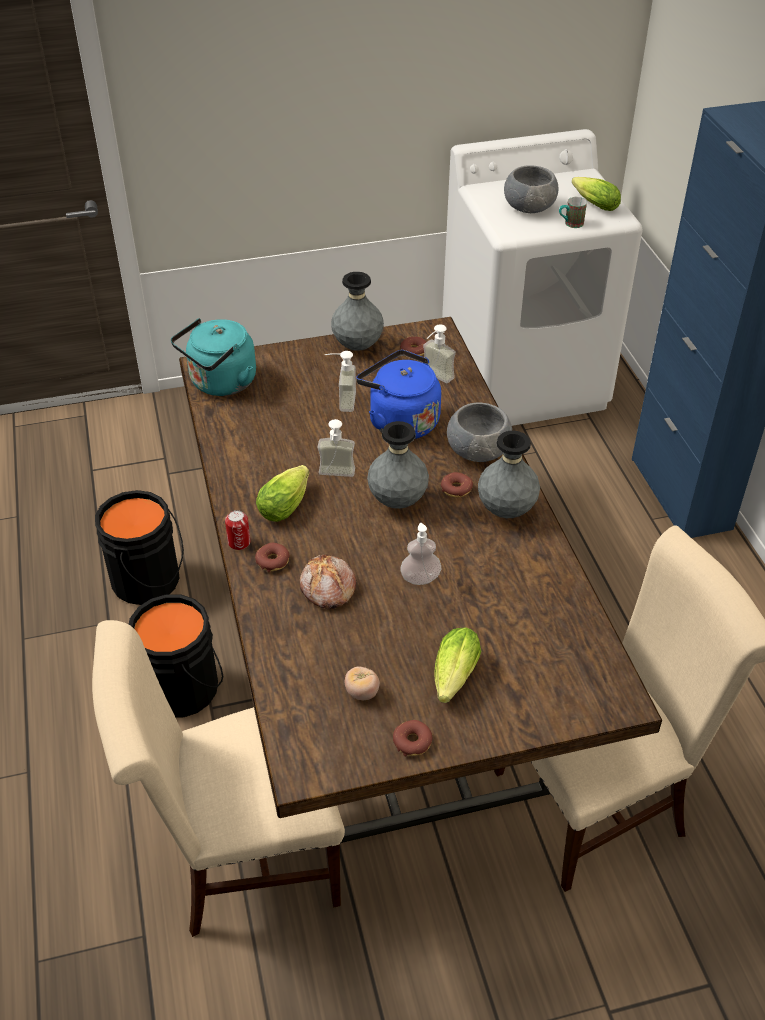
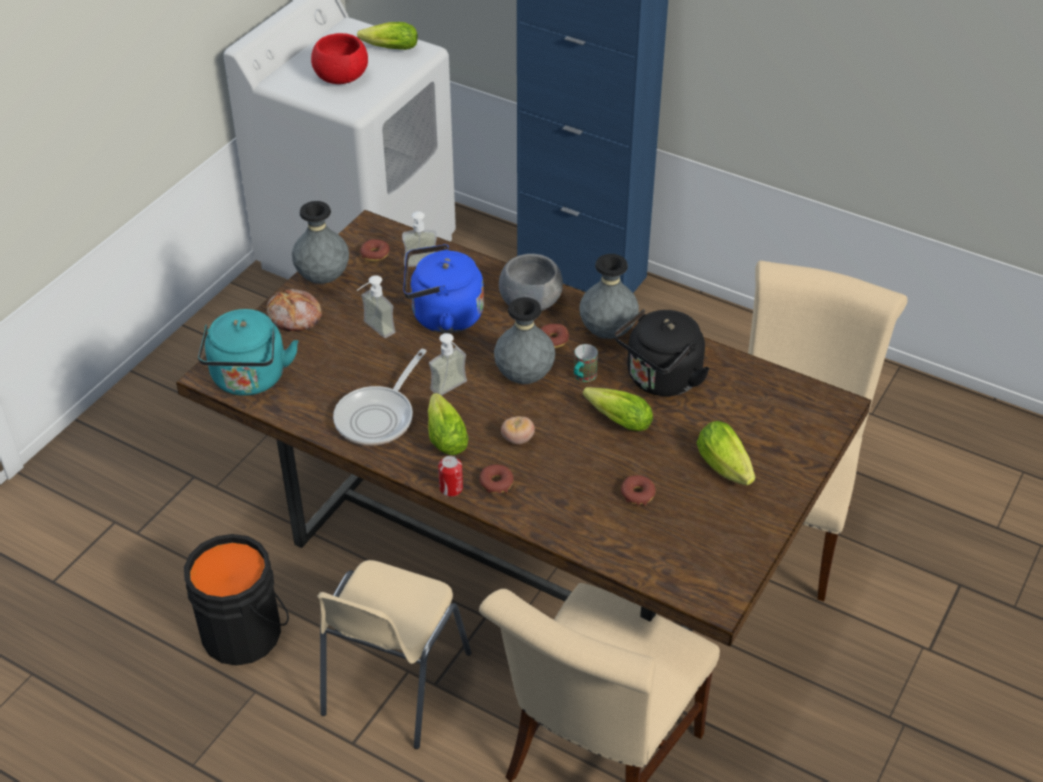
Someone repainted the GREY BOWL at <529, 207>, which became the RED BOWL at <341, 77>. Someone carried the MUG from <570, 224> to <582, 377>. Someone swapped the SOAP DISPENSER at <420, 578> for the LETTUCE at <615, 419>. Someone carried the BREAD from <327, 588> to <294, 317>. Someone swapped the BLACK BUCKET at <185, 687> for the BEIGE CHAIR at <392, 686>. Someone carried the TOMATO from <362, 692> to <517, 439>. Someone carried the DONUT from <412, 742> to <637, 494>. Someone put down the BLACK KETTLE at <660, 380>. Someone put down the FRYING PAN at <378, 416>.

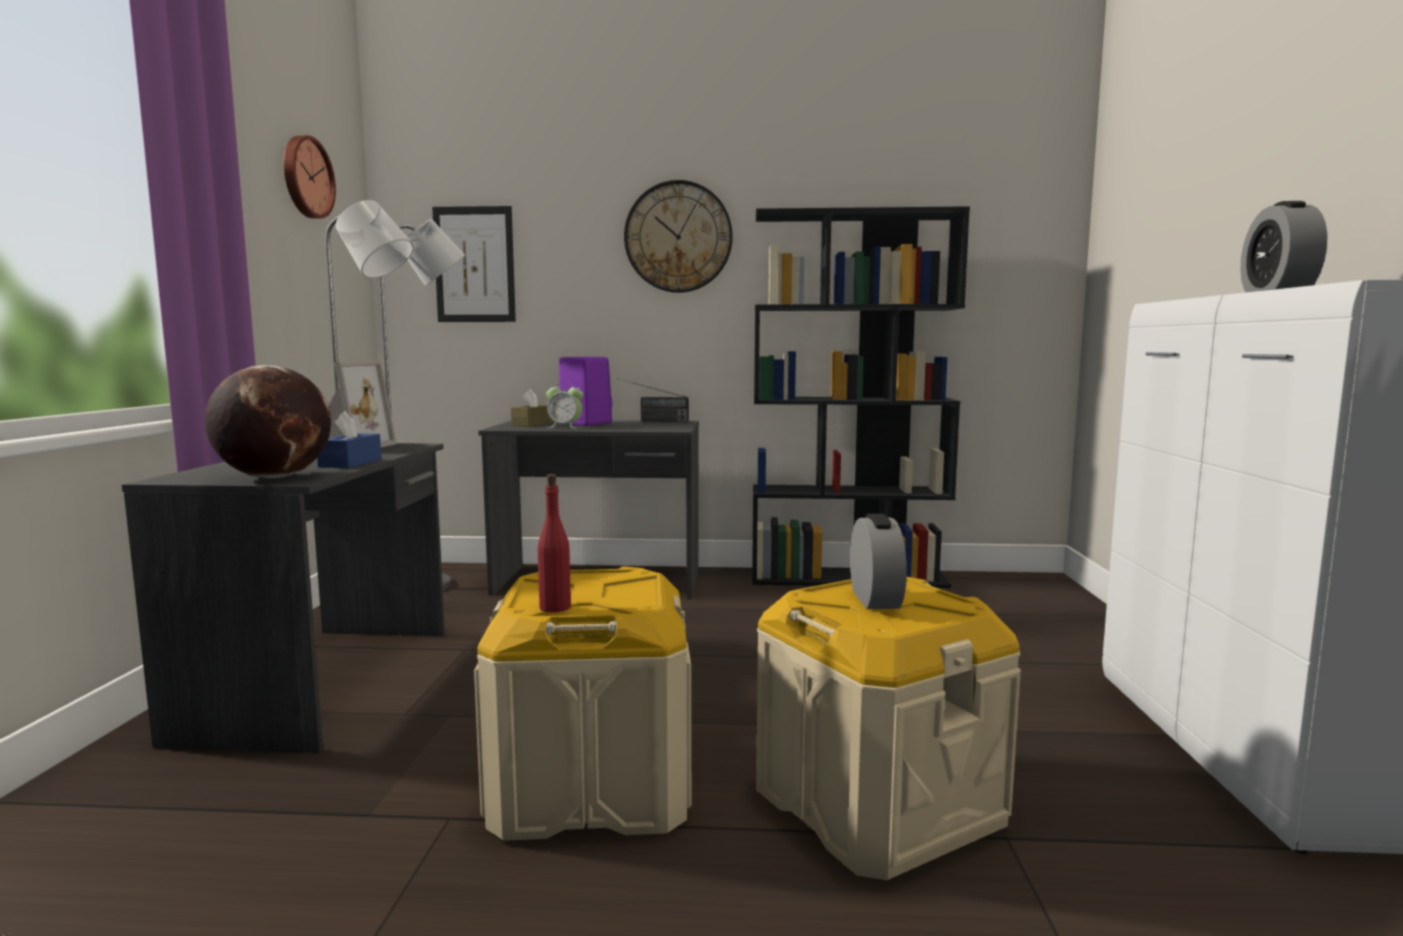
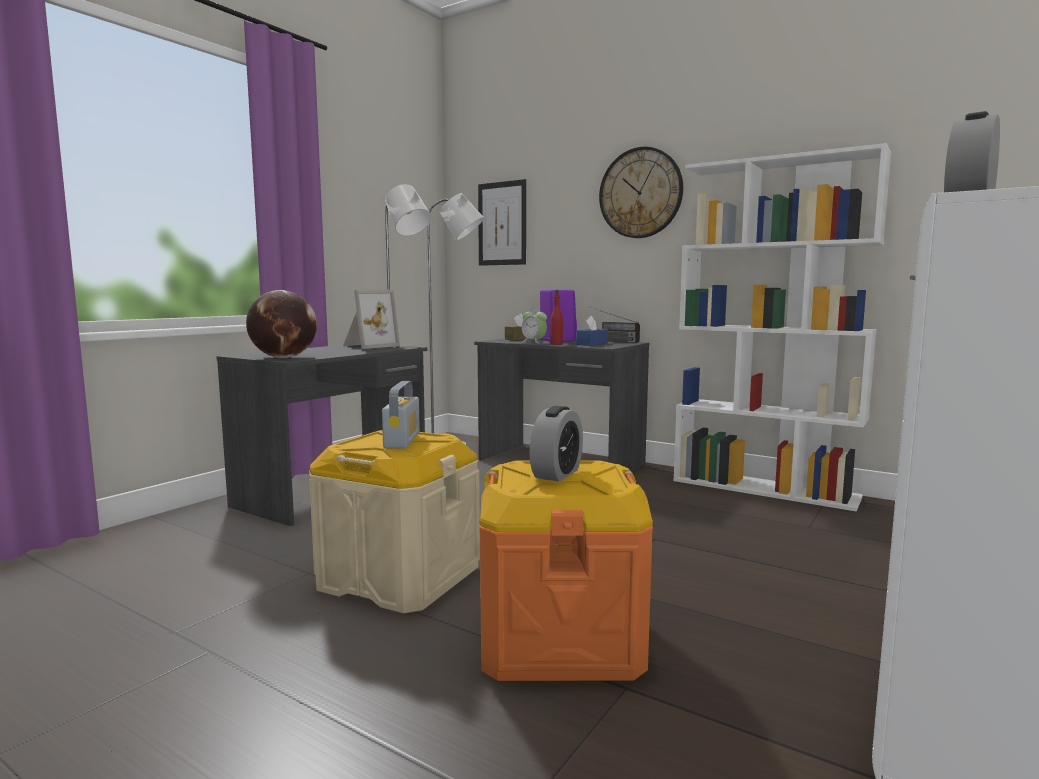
Someone took away the WALL CLOCK at <306, 177>. Someone repainted the BLACK BOOKCASE at <848, 578>, which became the WHITE BOOKCASE at <765, 488>. Someone carried the BLUE TISSUE BOX from <350, 463> to <592, 344>. Someone carried the RED BOTTLE from <555, 607> to <556, 344>. Someone repainted the BEIGE STORAGE BOX at <878, 804>, which became the ORANGE STORAGE BOX at <560, 639>. Someone put down the RADIO at <402, 440>.

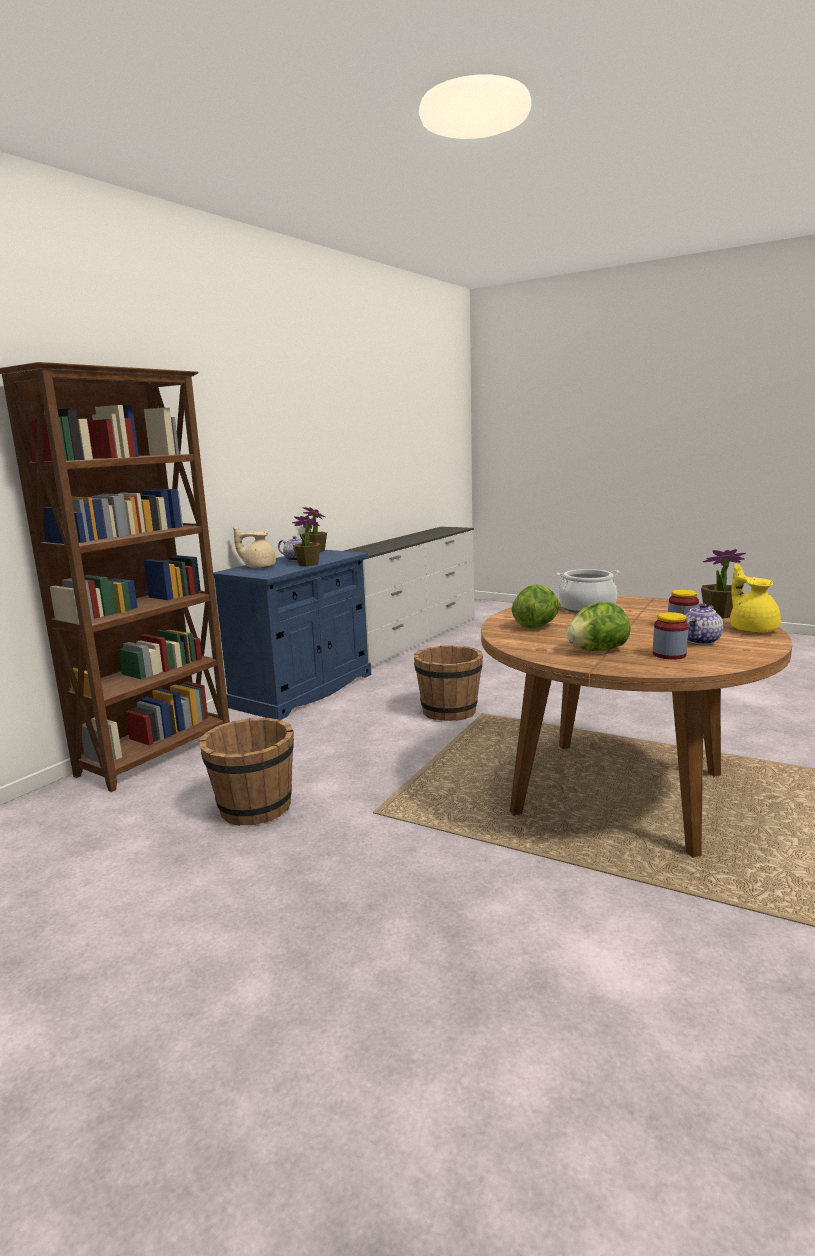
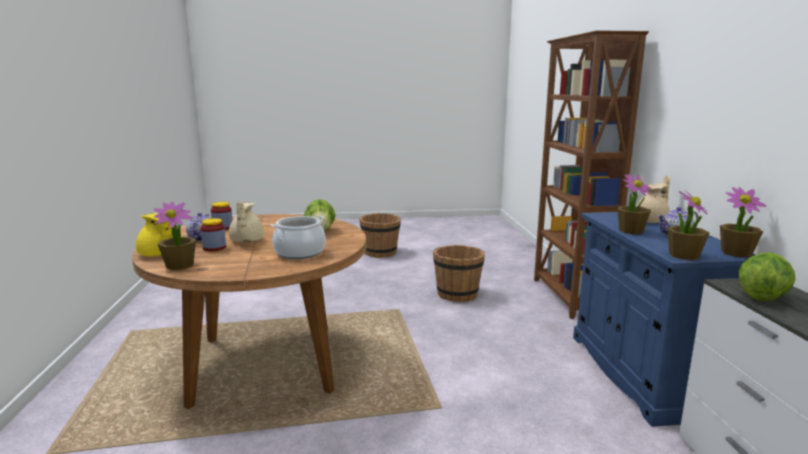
Someone carried the LETTUCE from <596, 650> to <761, 297>. Someone carried the BROWN BUCKET from <449, 711> to <380, 253>. Someone put down the POTTED PLANT at <684, 255>. Someone put down the BEIGE TEAPOT at <246, 241>.

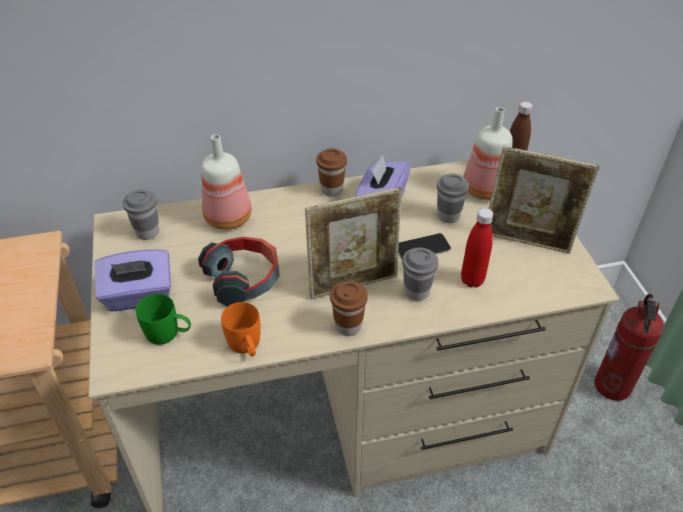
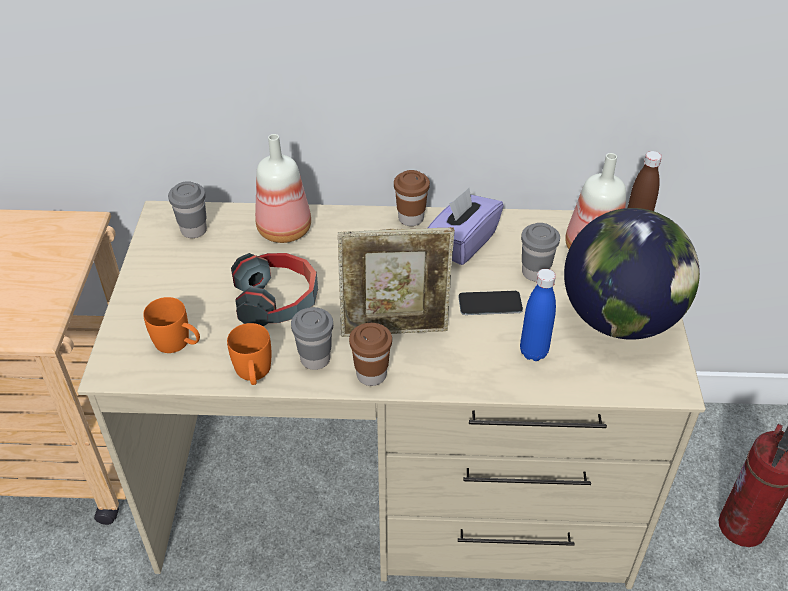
Someone swapped the PICTURE FRAME at <527, 240> for the GLOBE at <619, 319>. Someone repainted the RED BOTTLE at <472, 280>, which became the BLUE BOTTLE at <533, 352>. Someone carried the GREY CUP from <416, 292> to <315, 359>. Someone took away the PURPLE TISSUE BOX at <139, 296>. Someone repainted the GREEN MUG at <169, 334>, which became the ORANGE MUG at <178, 343>.

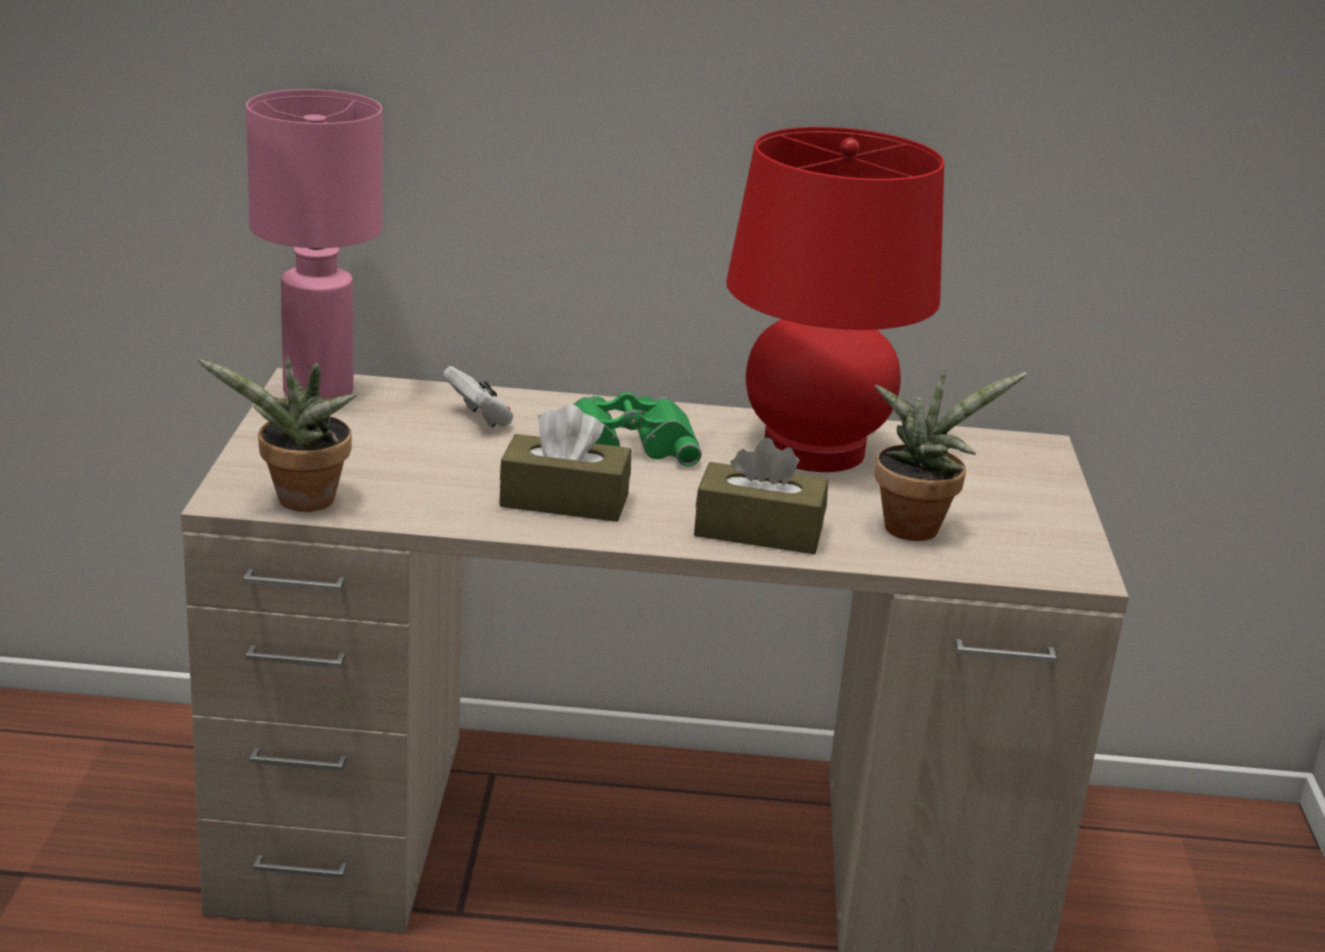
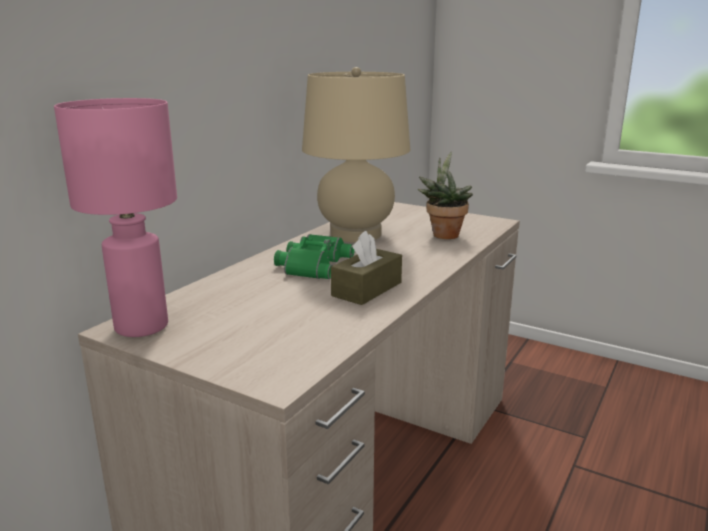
Someone repainted the RED TABLE LAMP at <814, 450>, which became the BEIGE TABLE LAMP at <356, 234>. Someone took away the POTTED PLANT at <299, 503>. Someone took away the WHITE GAME CONTROLLER at <479, 419>. Someone took away the BROWN TISSUE BOX at <758, 531>.

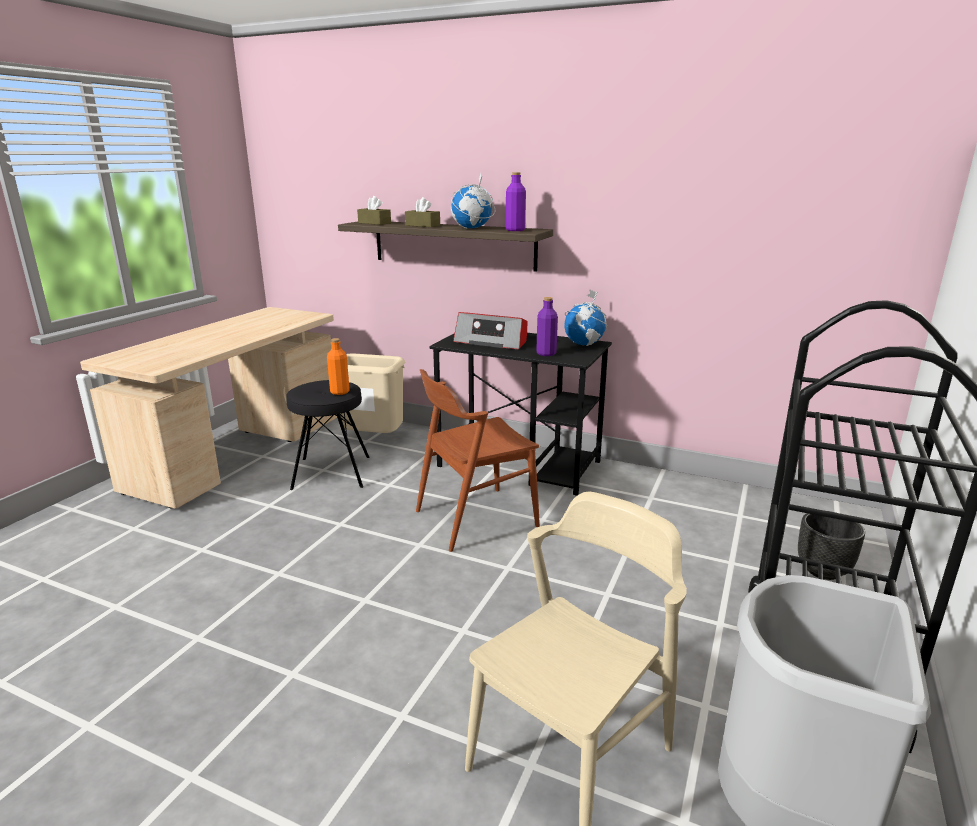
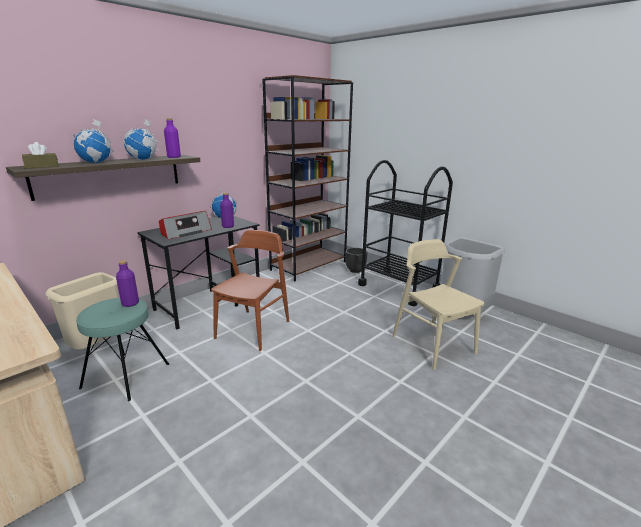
Someone swapped the BROWN TISSUE BOX at <422, 225> for the GLOBE at <96, 162>. Someone repainted the ORANGE BOTTLE at <340, 392>, which became the PURPLE BOTTLE at <130, 303>. Someone rotated the BROWN CHAIR at <475, 518> by 150 degrees counterclockwise. Someone repainted the BLACK STOOL at <331, 472>, which became the TURQUOISE STOOL at <126, 376>. Someone put down the BROWN BOOKCASE at <309, 265>.

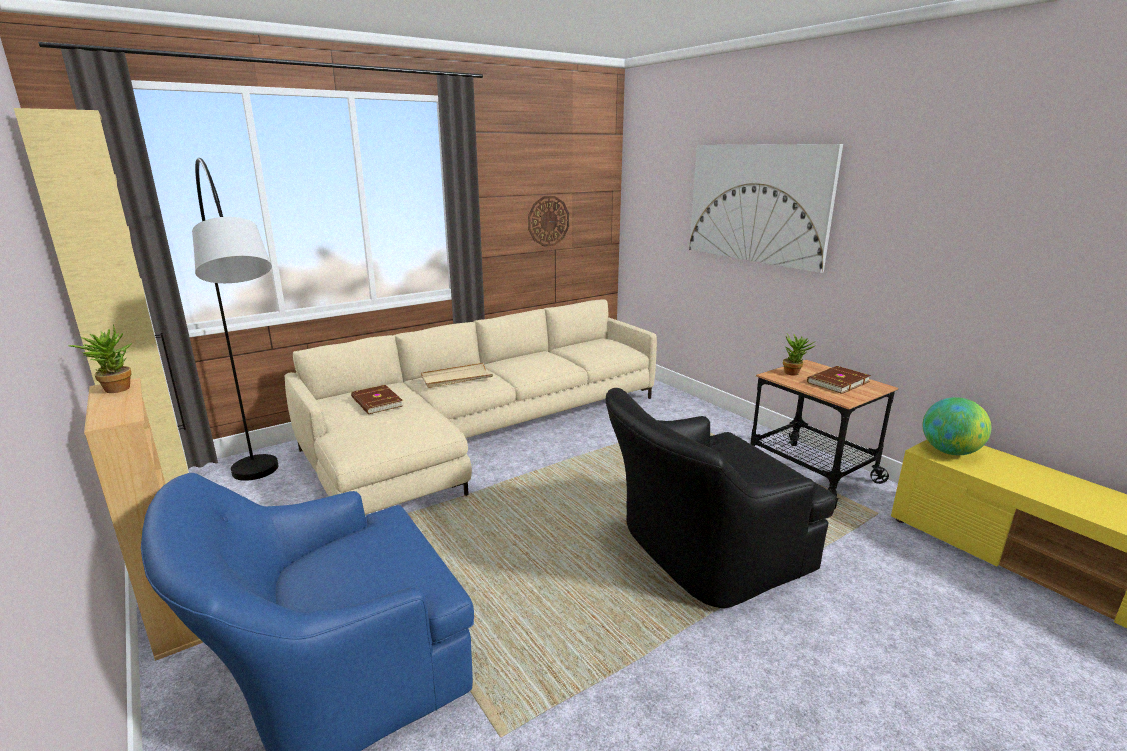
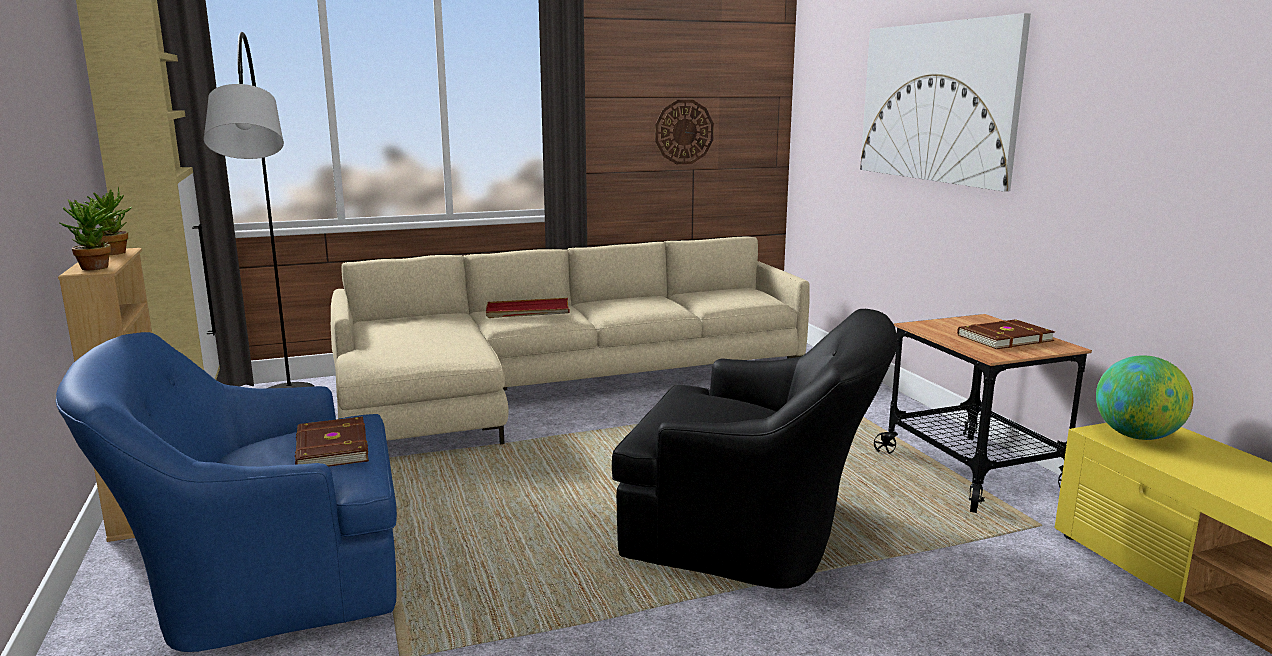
Someone carried the POTTED PLANT from <794, 373> to <98, 268>. Someone repainted the BEIGE TRAY at <456, 378>, which became the RED TRAY at <527, 312>. Someone carried the BROWN BOOK from <376, 402> to <330, 448>. Someone rotated the BLACK ARMCHAIR at <701, 553> by 150 degrees counterclockwise.

